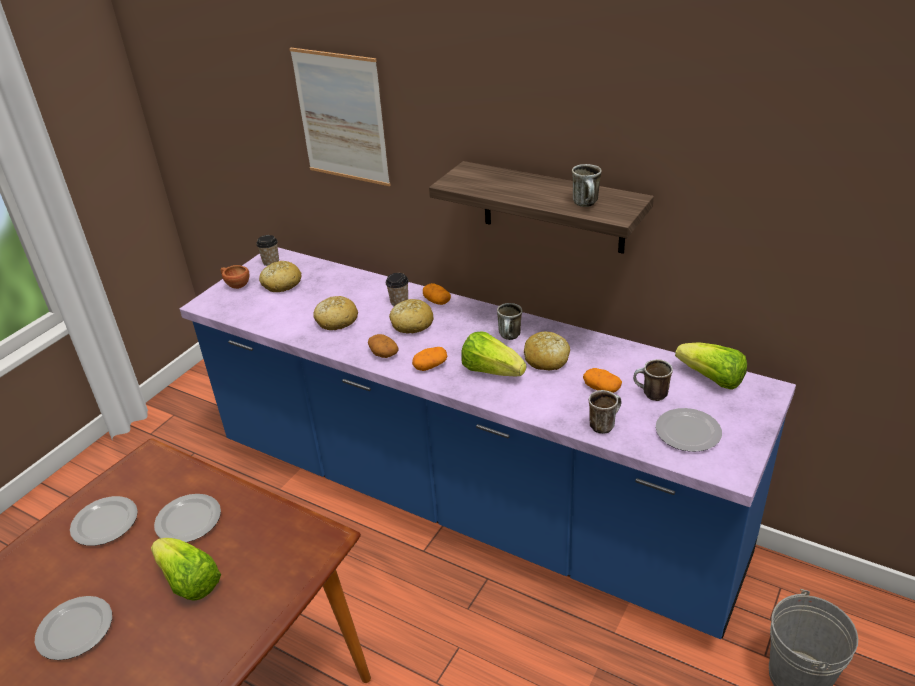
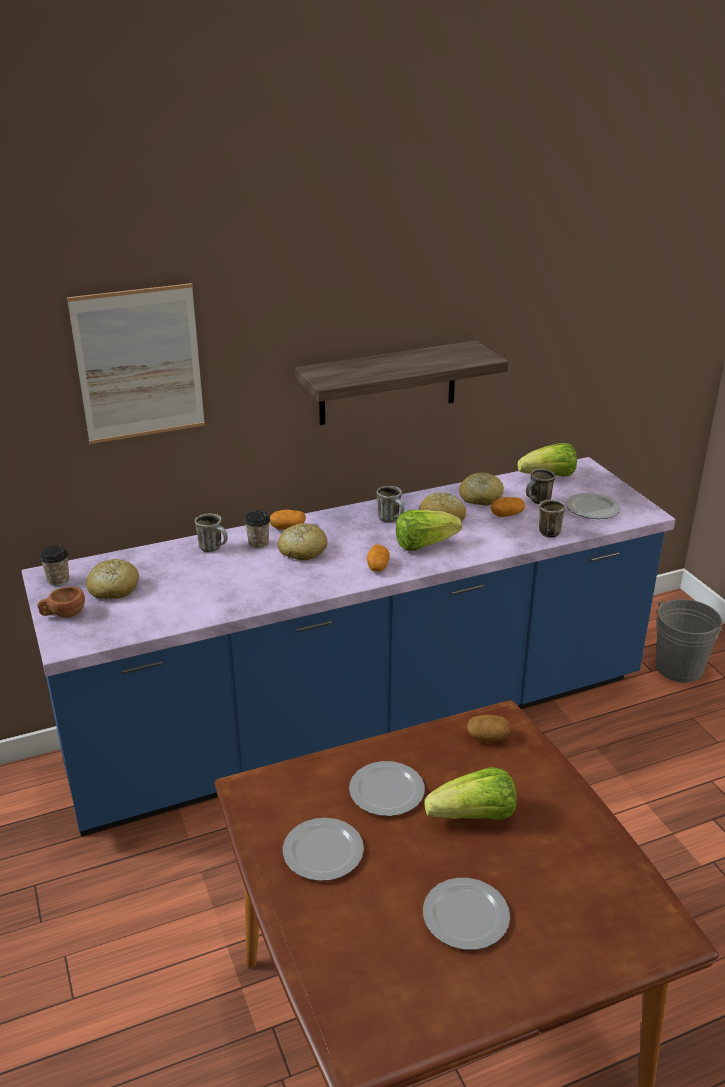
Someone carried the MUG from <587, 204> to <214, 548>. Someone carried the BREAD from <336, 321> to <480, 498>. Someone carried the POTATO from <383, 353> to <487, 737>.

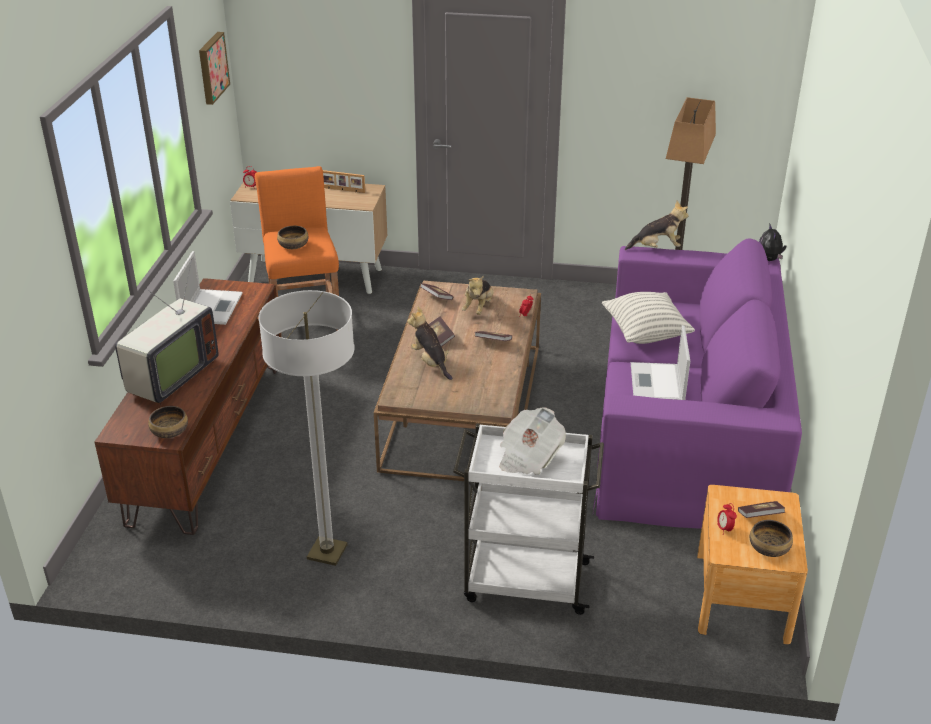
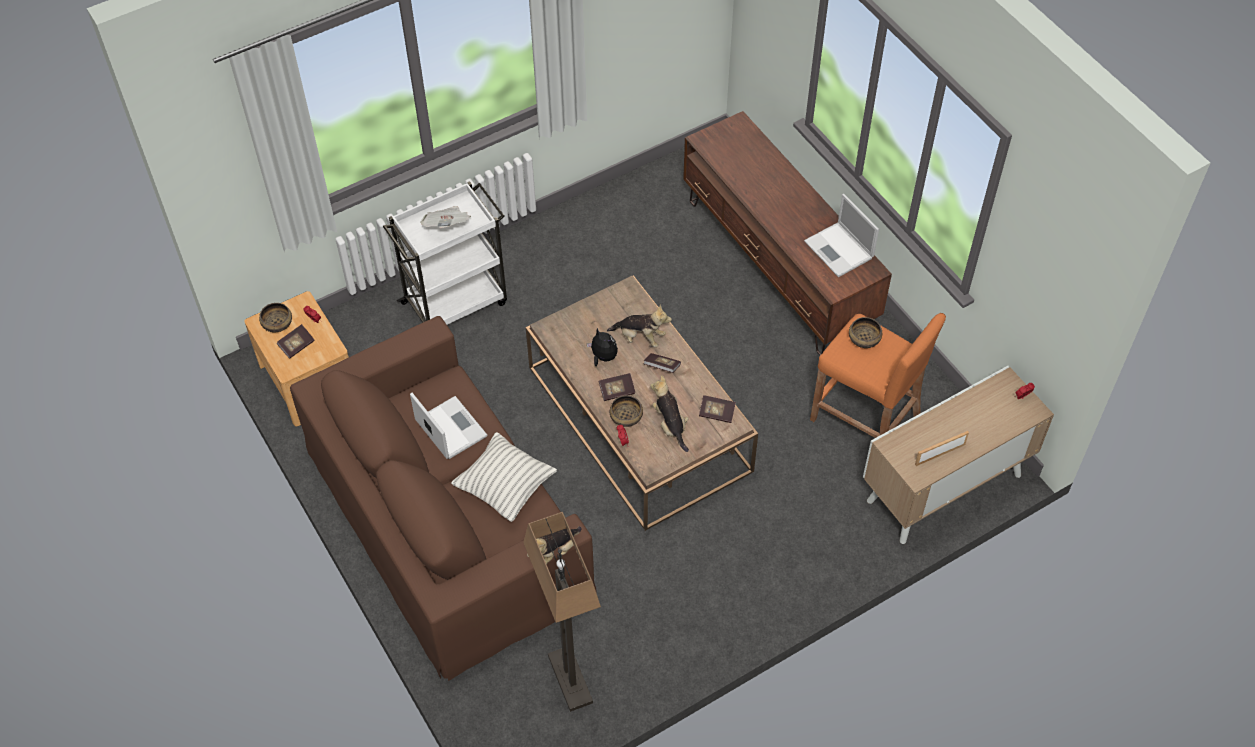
Someone took away the PICTURE at <211, 67>. Someone carried the PLUSH TOY from <770, 259> to <603, 357>. Someone repainted the PURPLE SOFA at <687, 426>, which became the BROWN SOFA at <446, 521>. Someone took away the TELEVISION at <169, 377>. Someone took away the FLOOR LAMP at <327, 552>. Someone carried the BOWL from <170, 431> to <626, 417>.

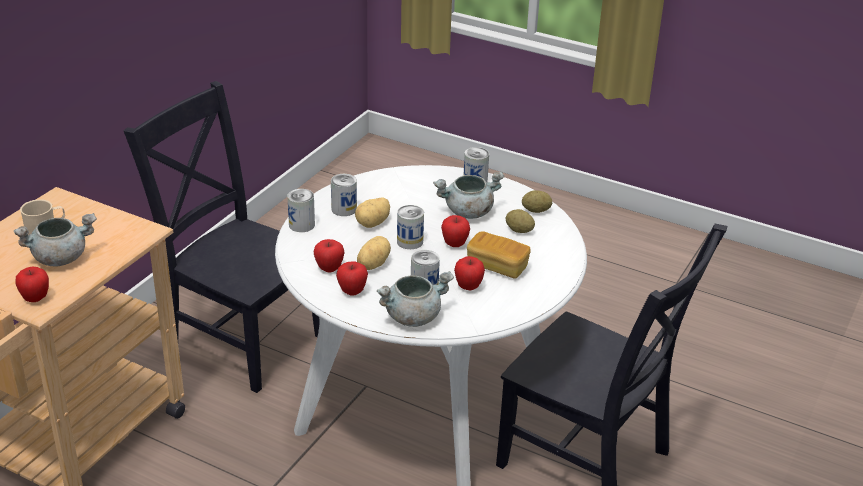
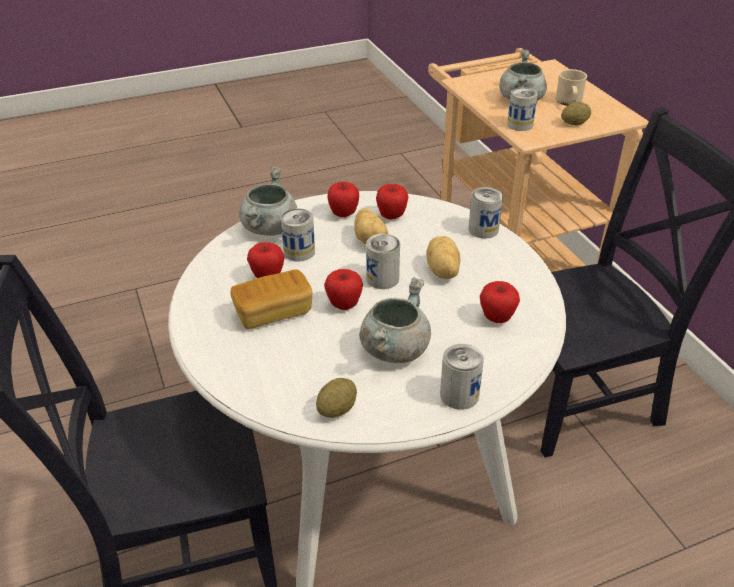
Someone carried the CAN from <344, 209> to <520, 125>. Someone carried the POTATO from <519, 230> to <574, 124>. Someone carried the APPLE from <35, 298> to <497, 318>.

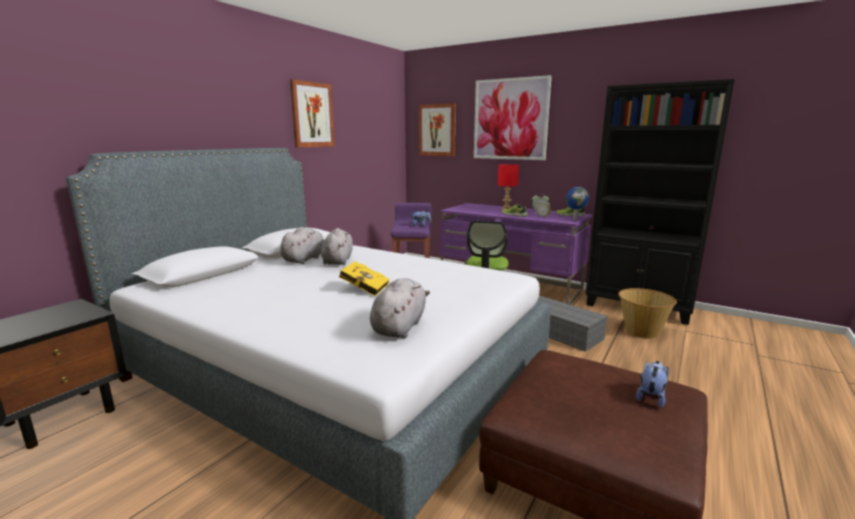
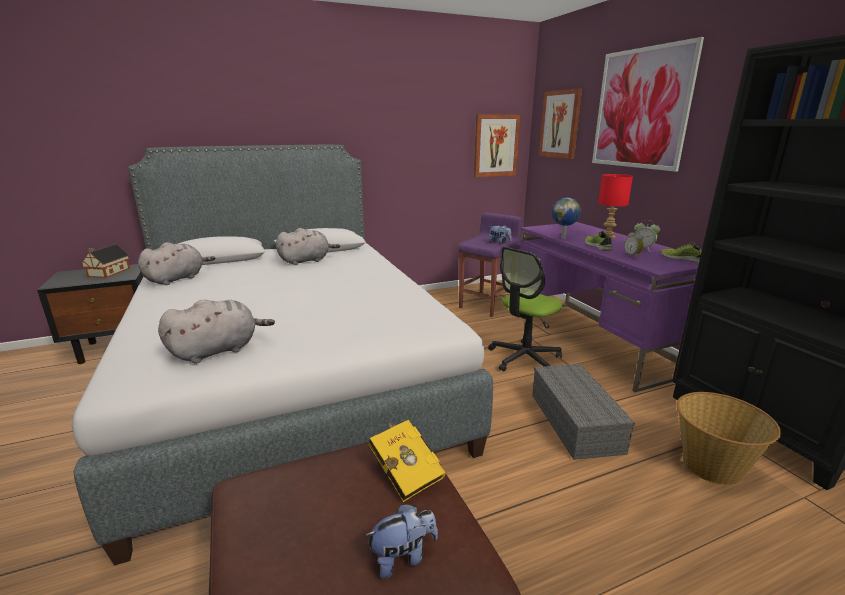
Someone carried the PICTURE from <312, 115> to <496, 146>. Someone carried the GLOBE from <575, 219> to <563, 238>. Someone carried the GREY PLUSH TOY from <338, 261> to <177, 279>. Someone carried the YELLOW BOOK from <363, 289> to <405, 471>. Someone put down the TOY HOUSE at <107, 273>.

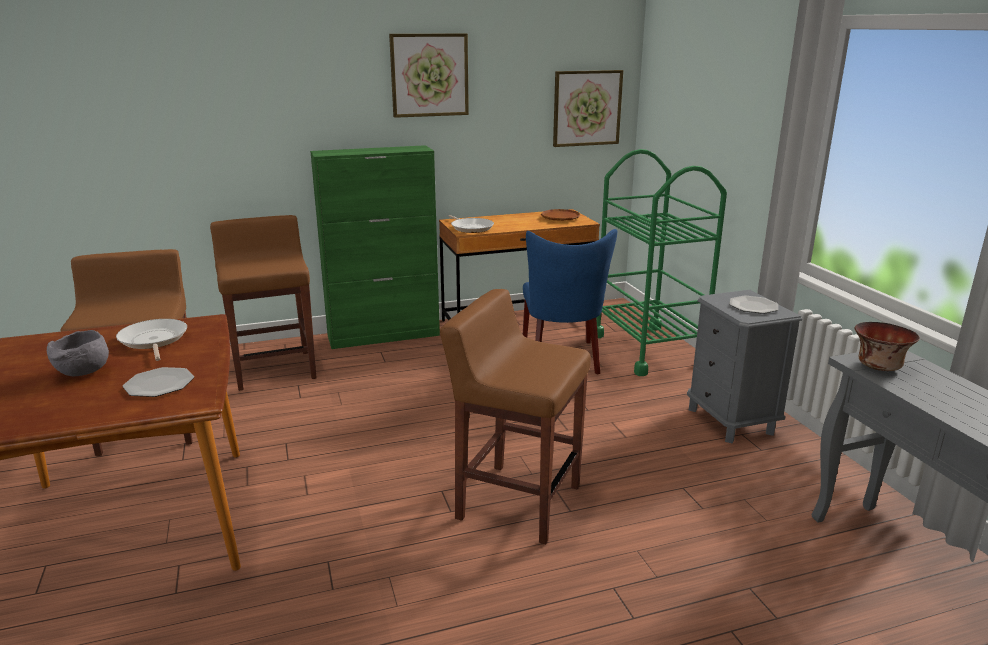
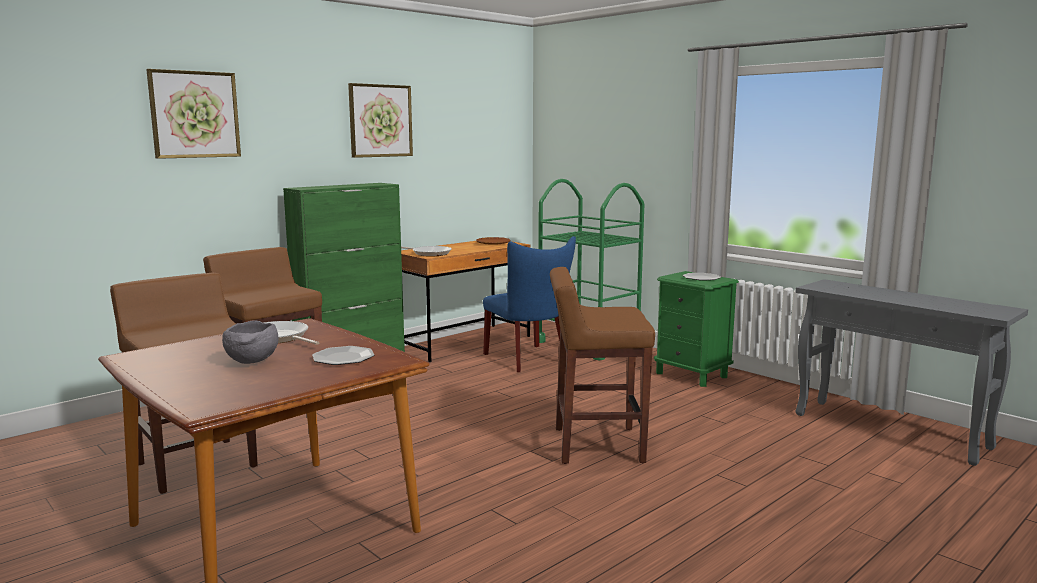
Someone carried the PICTURE from <587, 108> to <195, 114>. Someone repainted the GREY NIGHTSTAND at <730, 421>, which became the GREEN NIGHTSTAND at <691, 375>. Someone took away the BOWL at <878, 366>.

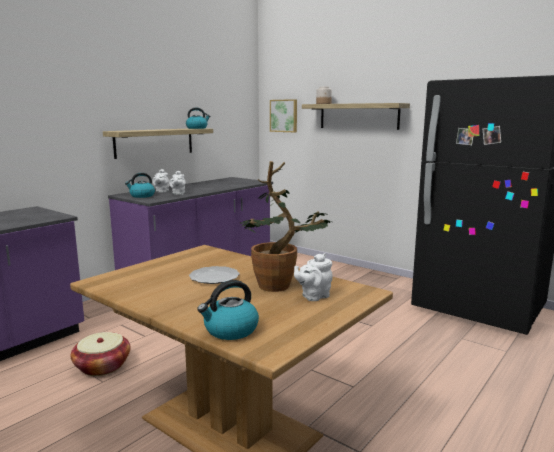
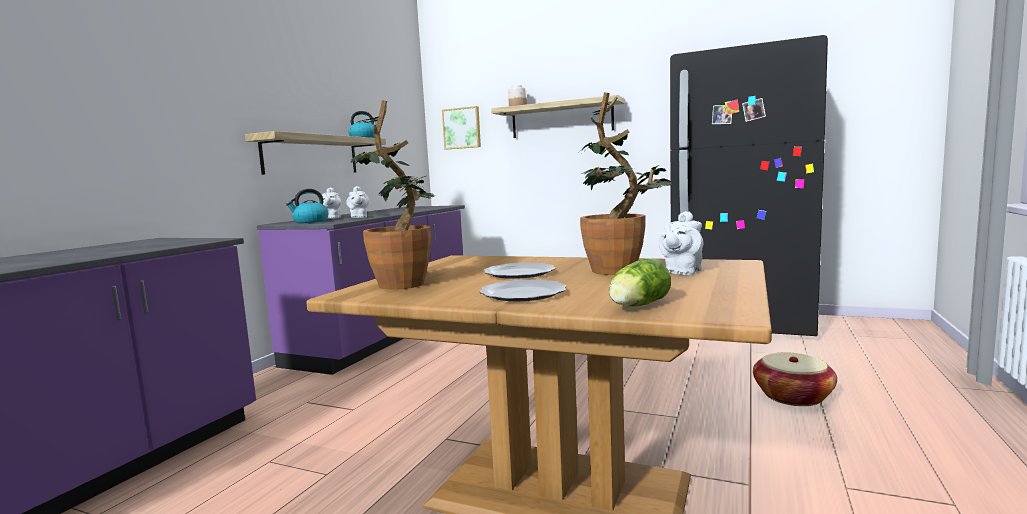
Someone swapped the KETTLE at <230, 330> for the LETTUCE at <637, 306>. Someone carried the BASKET from <102, 366> to <793, 396>. Someone put down the POTTED PLANT at <408, 282>. Someone put down the PLATE at <523, 293>.

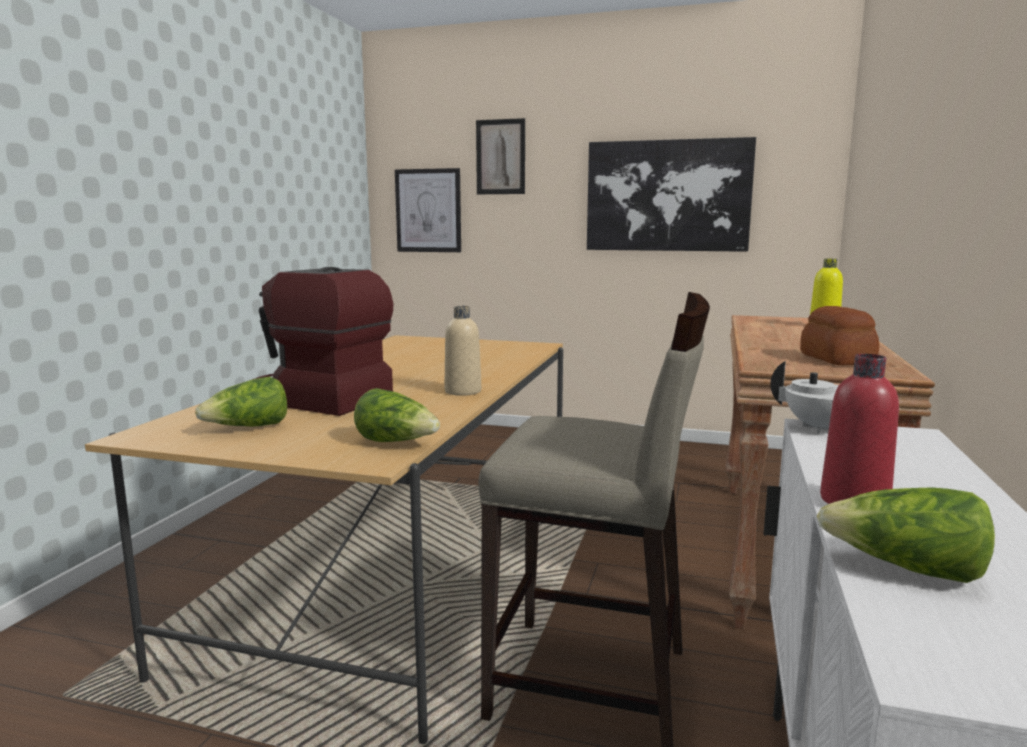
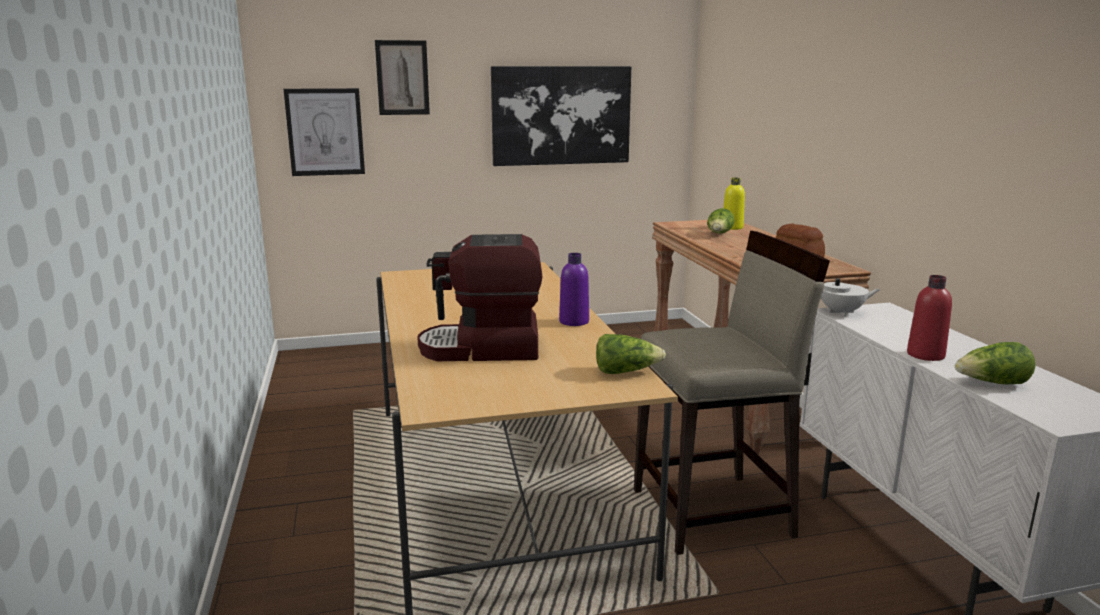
Someone repainted the BEIGE BOTTLE at <463, 391>, which became the PURPLE BOTTLE at <574, 322>. Someone carried the LETTUCE from <248, 428> to <719, 234>.

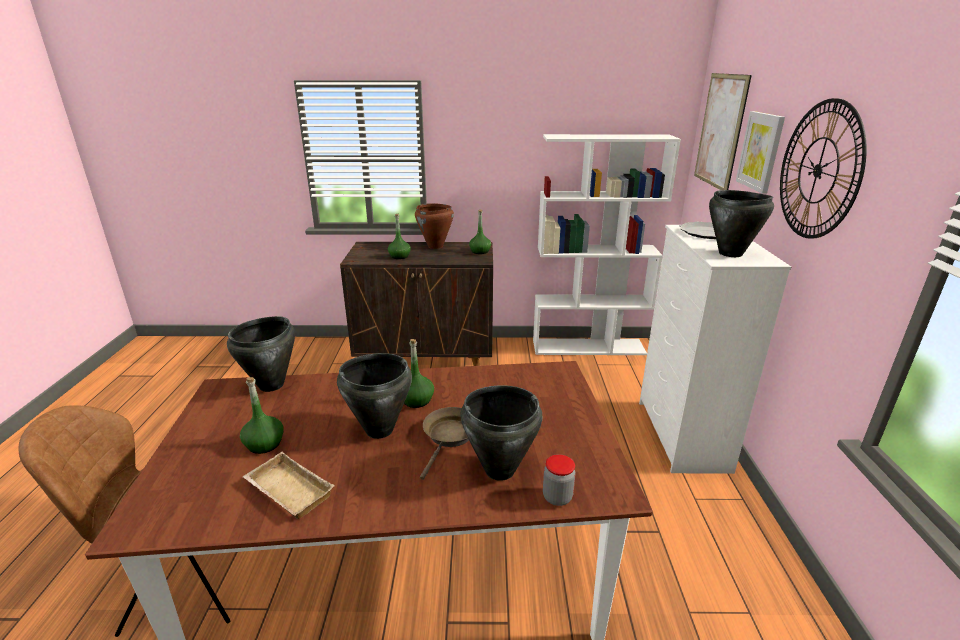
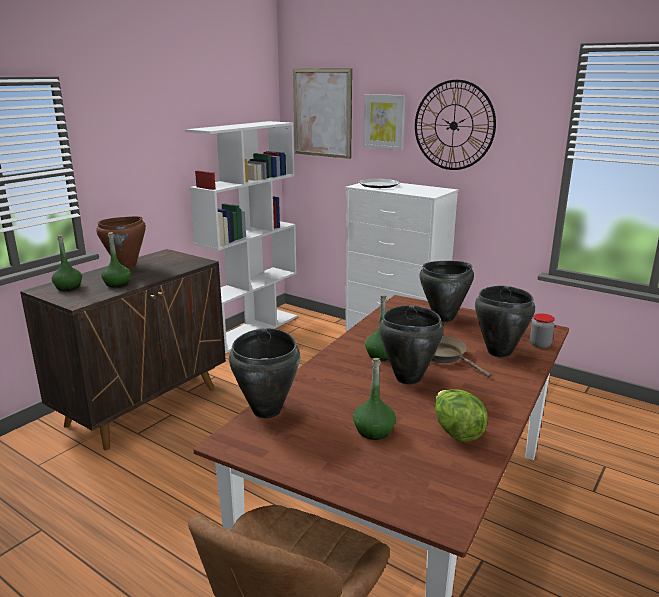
Someone carried the BLACK COOKING POT from <730, 254> to <444, 318>. Someone carried the GREEN BOTTLE from <480, 251> to <68, 287>. Someone swapped the BEIGE TRAY at <286, 491> for the LETTUCE at <456, 432>.

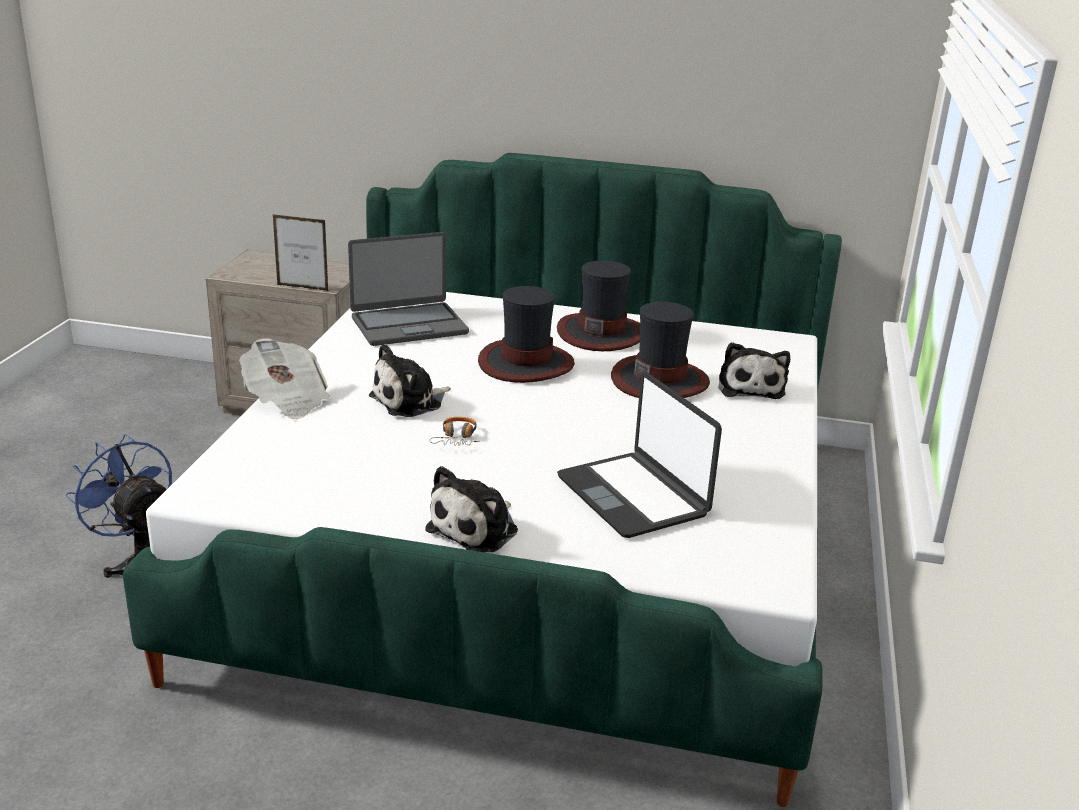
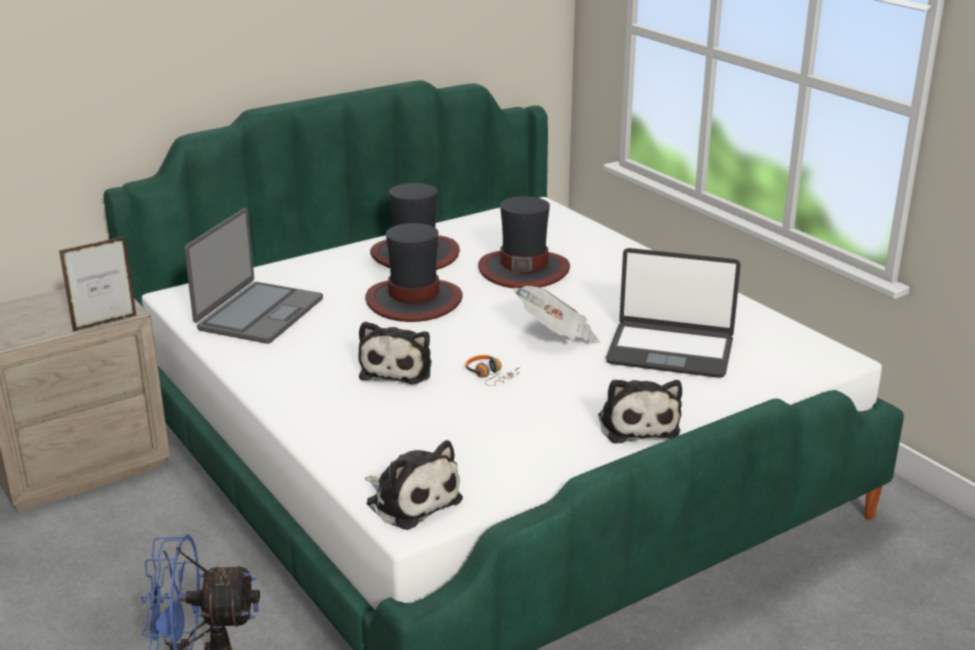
Someone carried the NEWSPAPER from <286, 400> to <557, 335>. Someone carried the PLUSH TOY from <750, 387> to <411, 500>.

